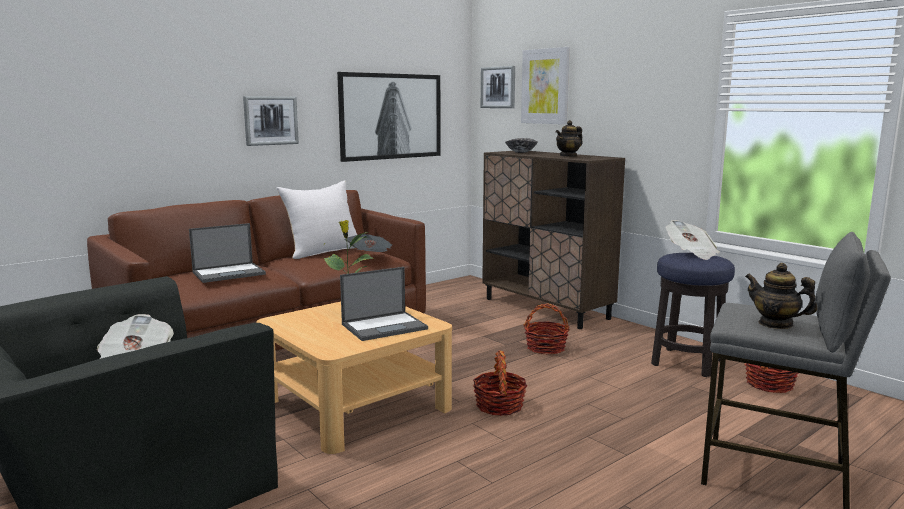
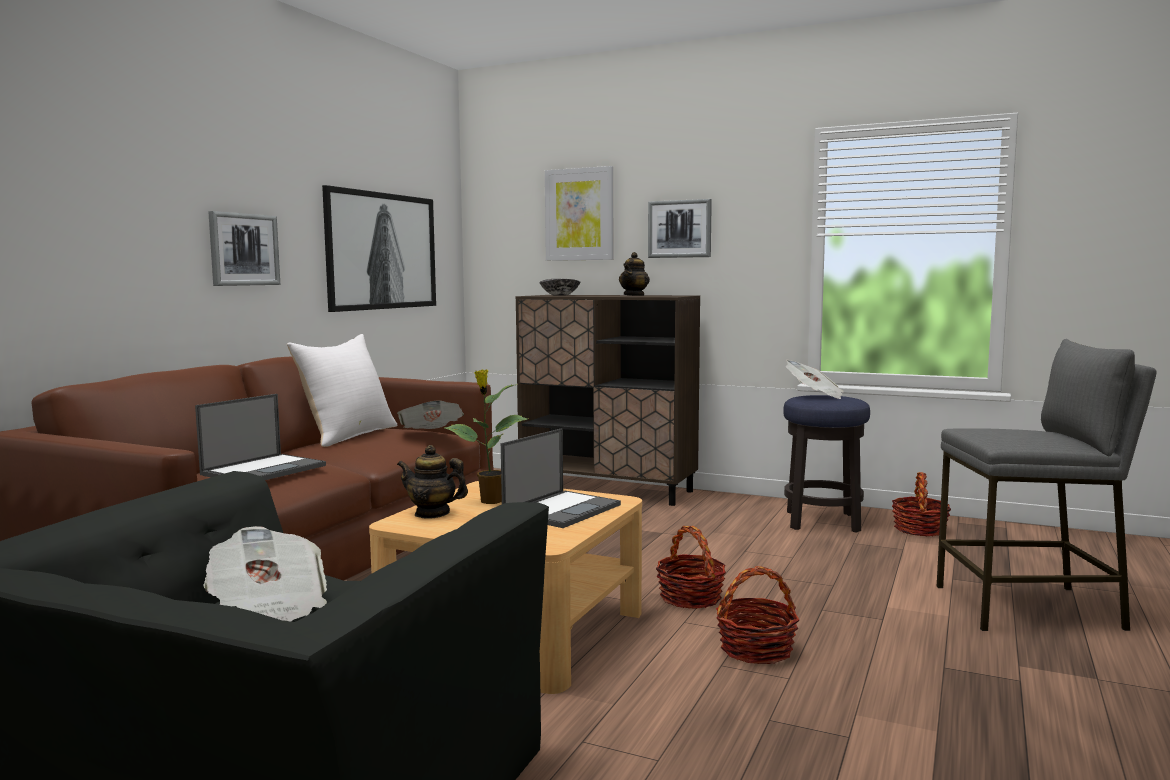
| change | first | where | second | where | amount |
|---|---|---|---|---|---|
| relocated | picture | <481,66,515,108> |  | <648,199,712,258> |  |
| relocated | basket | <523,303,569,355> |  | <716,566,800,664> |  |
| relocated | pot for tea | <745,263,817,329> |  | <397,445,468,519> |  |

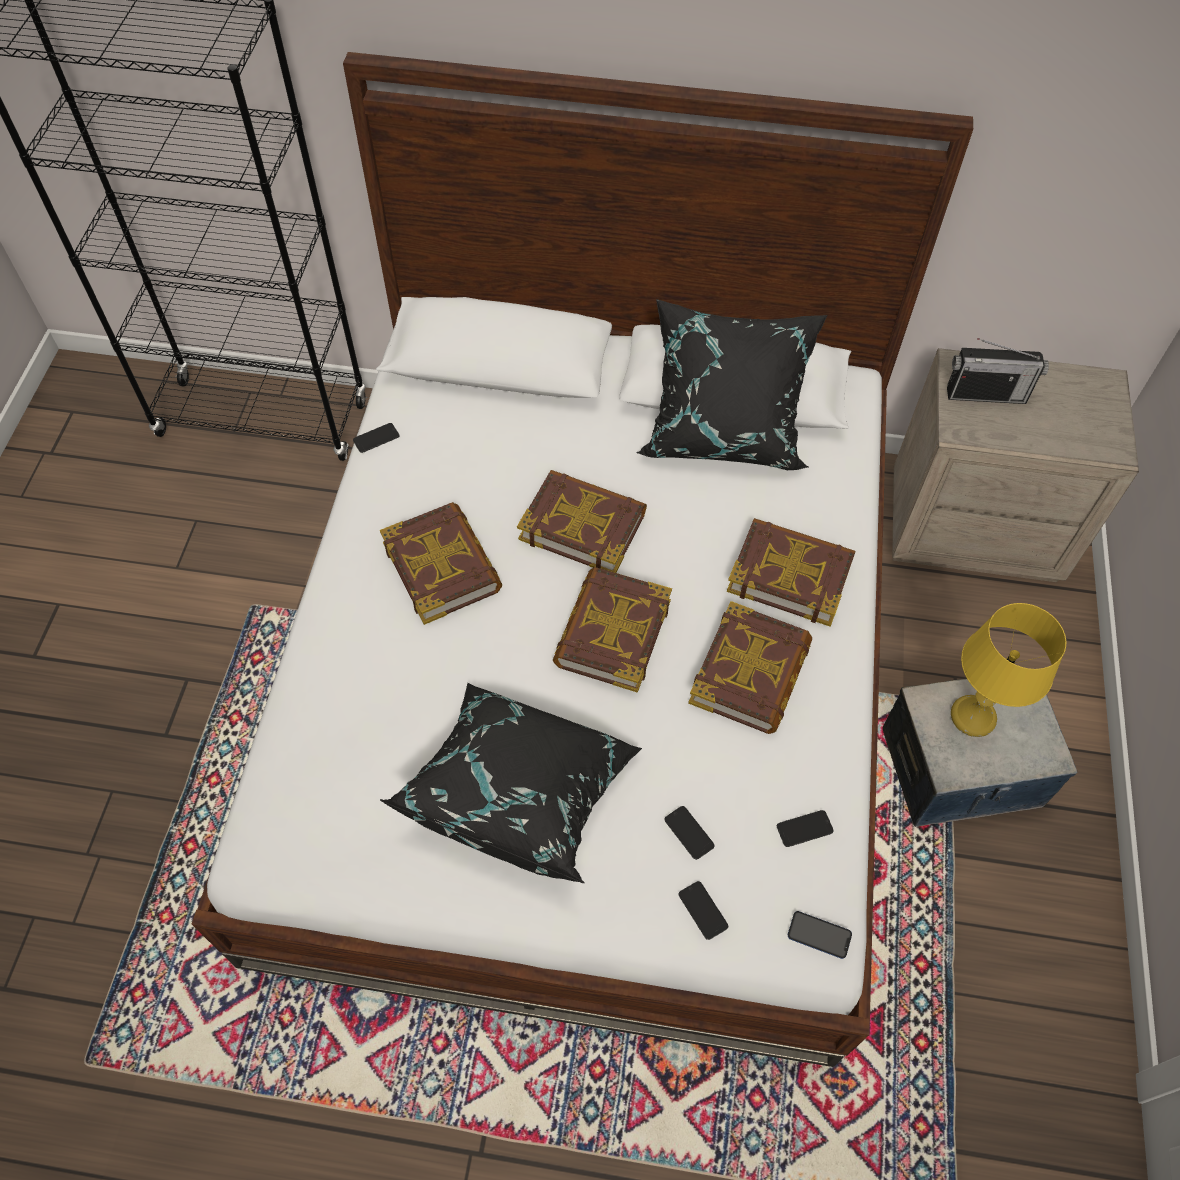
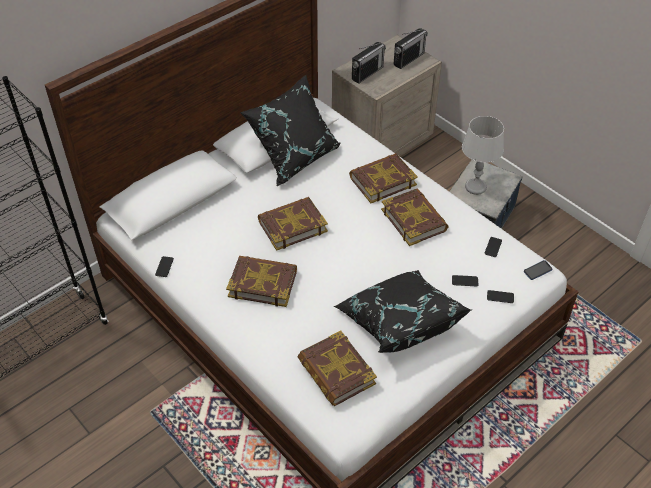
| change | first | where | second | where | amount |
|---|---|---|---|---|---|
| relocated | bound book | <553,567,672,693> |  | <298,330,377,406> |  |
| colour | yellow-coloured lamp for a table | <951,603,1066,737> | grey lamp for a table | <462,116,504,195> |  |
| appeared |  |  | radio | <394,28,428,69> |  |

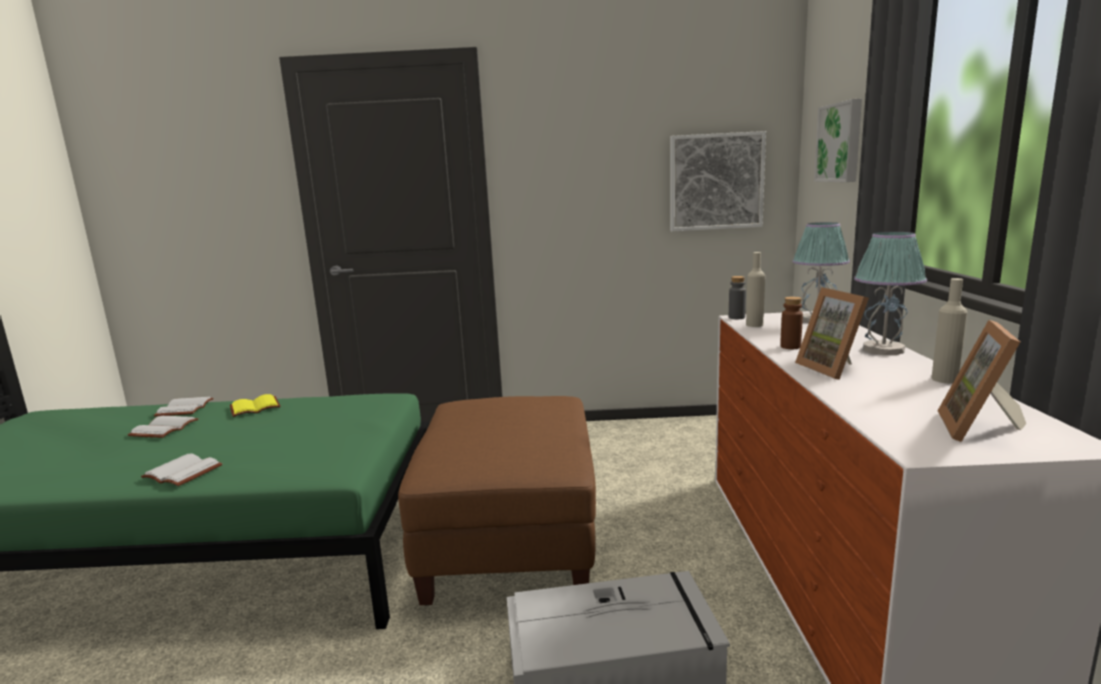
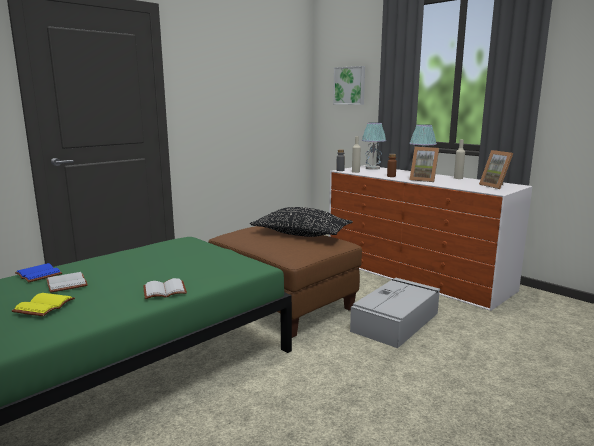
| change | first | where | second | where | amount |
|---|---|---|---|---|---|
| colour | white-coloured bound book | <154,397,213,417> | blue bound book | <15,263,62,283> |  |
| relocated | yellow-coloured bound book | <230,394,280,417> |  | <12,293,75,316> |  |
| missing | picture | <670,131,766,231> |  |  |  |
| appeared |  |  | black-coloured pillow | <250,207,353,237> |  |

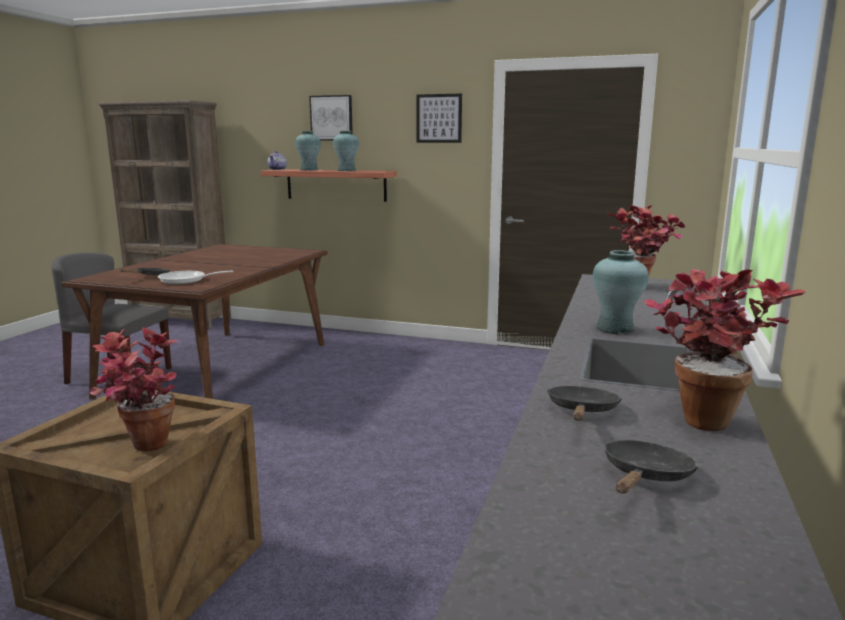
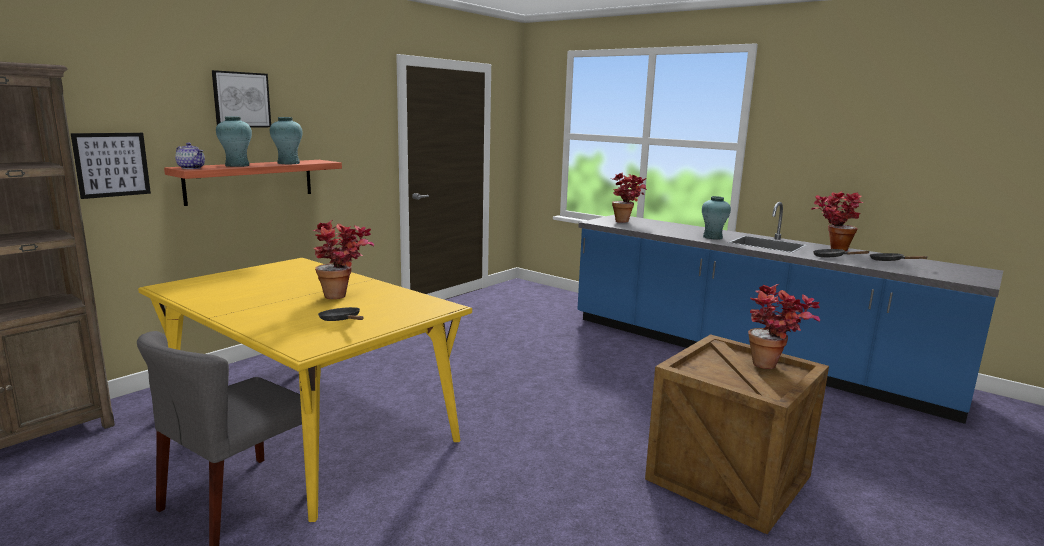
| change | first | where | second | where | amount |
|---|---|---|---|---|---|
| colour | brown-coloured dining table | <62,244,327,399> | yellow-coloured dining table | <138,258,472,522> |  |
| missing | skillet | <158,270,233,284> |  |  |  |
| relocated | picture | <416,93,462,143> |  | <71,133,151,199> |  |
| appeared |  |  | plant in a pot | <313,220,374,299> |  |

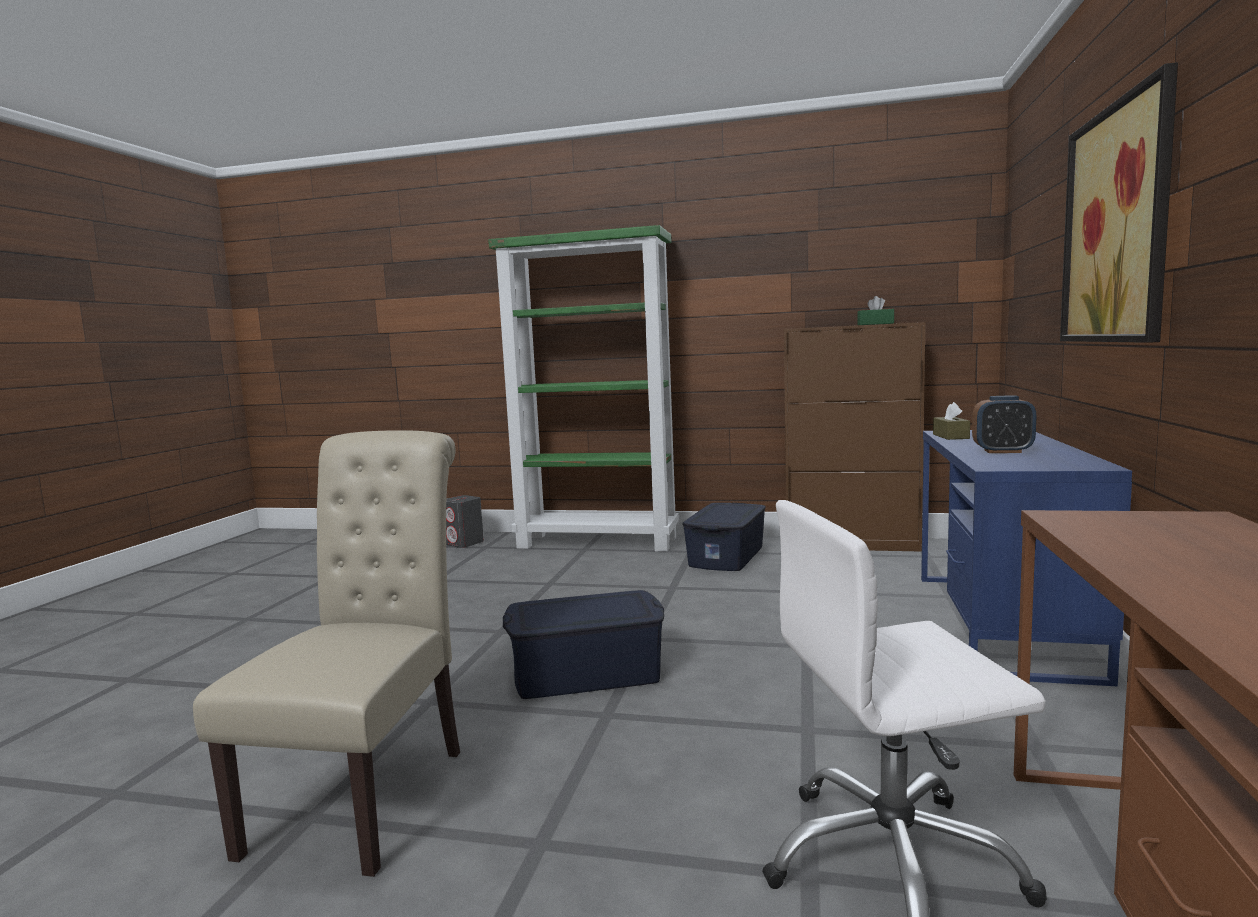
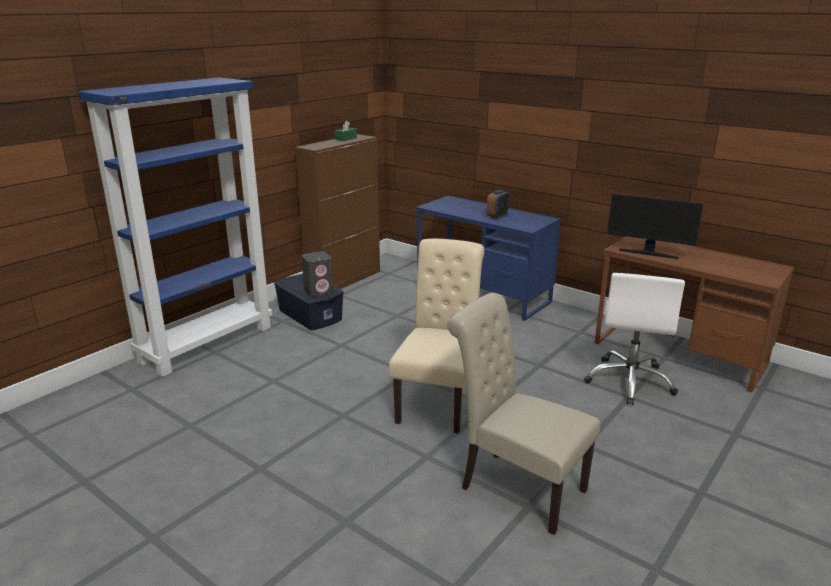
| change | first | where | second | where | amount |
|---|---|---|---|---|---|
| relocated | grey speaker | <446,495,484,548> |  | <302,251,333,297> |  |
| colour | green bookcase | <488,225,679,552> | blue bookcase | <78,77,272,377> |  |
| exchanged | blue storage box | <503,590,664,699> | sand-coloured plain chair | <389,239,484,434> |  |
| missing | brown-coloured tissue box | <933,402,970,440> |  |  |  |
| missing | picture | <1060,62,1178,343> |  |  |  |
| appeared |  |  | computer display | <607,194,703,259> |  |

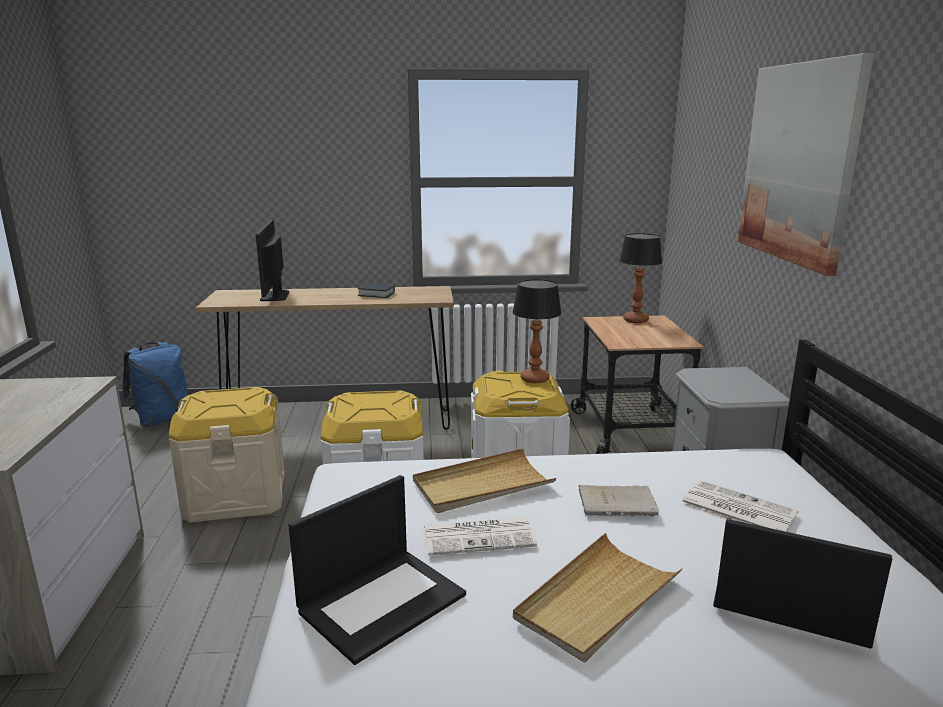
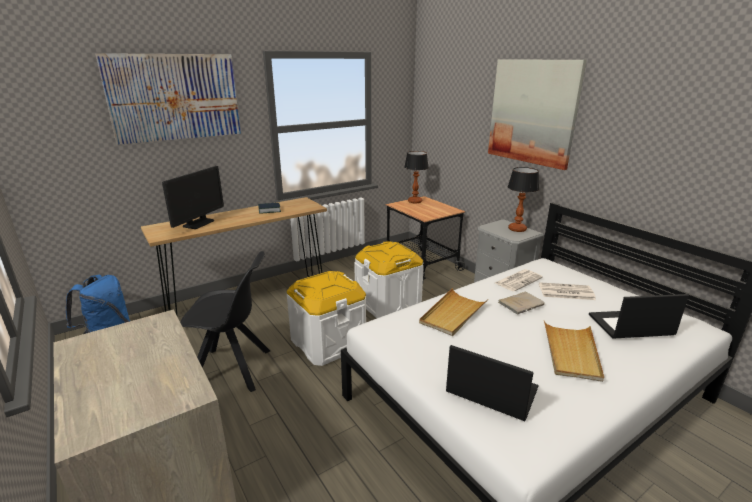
| change | first | where | second | where | amount |
|---|---|---|---|---|---|
| exchanged | sand-coloured storage box | <168,387,285,523> | black-coloured plain chair | <180,251,270,392> |  |
| spun | computer display | <256,220,289,301> |  | <162,166,224,229> | 120 degrees counterclockwise |
| spun | laptop | <288,475,466,665> |  | <446,345,539,421> | 75 degrees counterclockwise |
| relocated | printed paper | <424,517,537,556> |  | <495,269,543,291> |  |
| relocated | lamp for a table | <513,279,561,383> |  | <508,167,539,232> |  |
| appeared |  |  | picture | <95,53,241,145> |  |

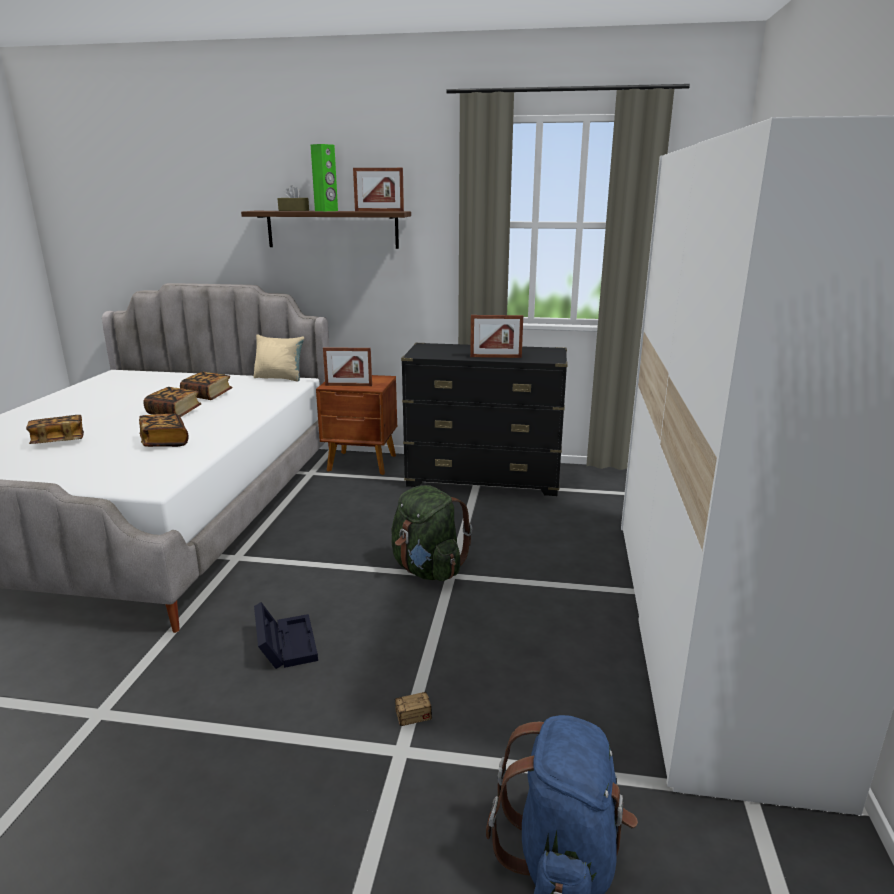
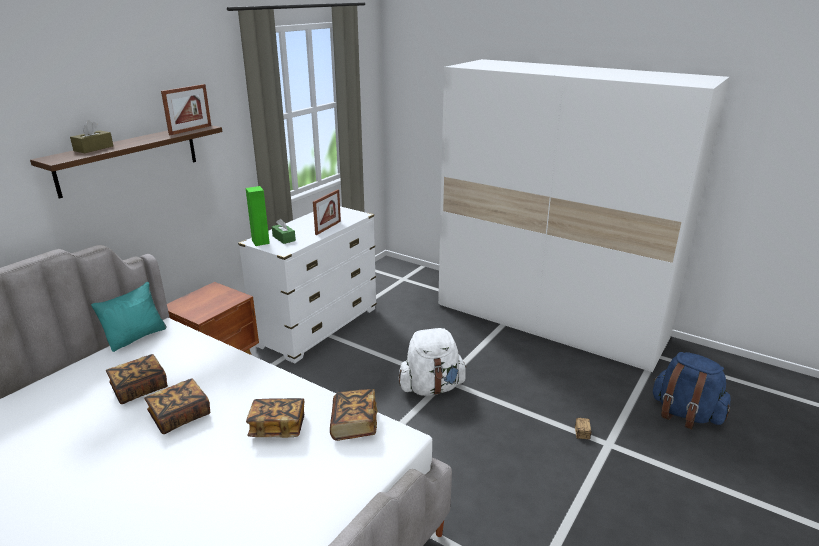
| change | first | where | second | where | amount |
|---|---|---|---|---|---|
| relocated | bound book | <26,415,84,444> |  | <330,389,378,441> |  |
| colour | sand-coloured pillow | <254,334,304,382> | blue-green pillow | <91,282,167,352> |  |
| missing | black-coloured storage box | <254,602,318,669> |  |  |  |
| relocated | green speaker | <311,144,338,211> |  | <246,186,270,246> |  |
| missing | picture frame | <323,347,372,386> |  |  |  |
| colour | green backpack | <391,485,472,581> | white-coloured backpack | <399,328,466,396> |  |
| colour | black-coloured chest of drawers | <401,343,568,496> | white-coloured chest of drawers | <238,206,377,364> |  |
| appeared |  |  | green tissue box | <272,219,296,244> |  |

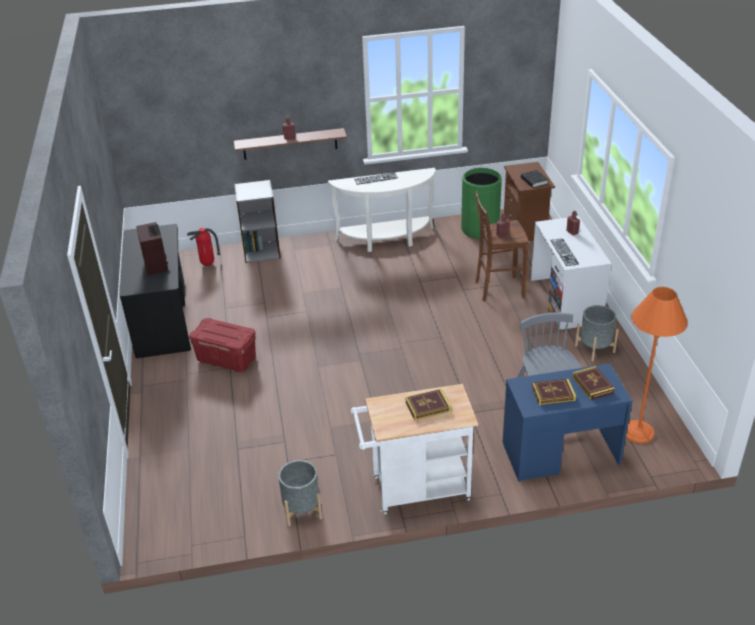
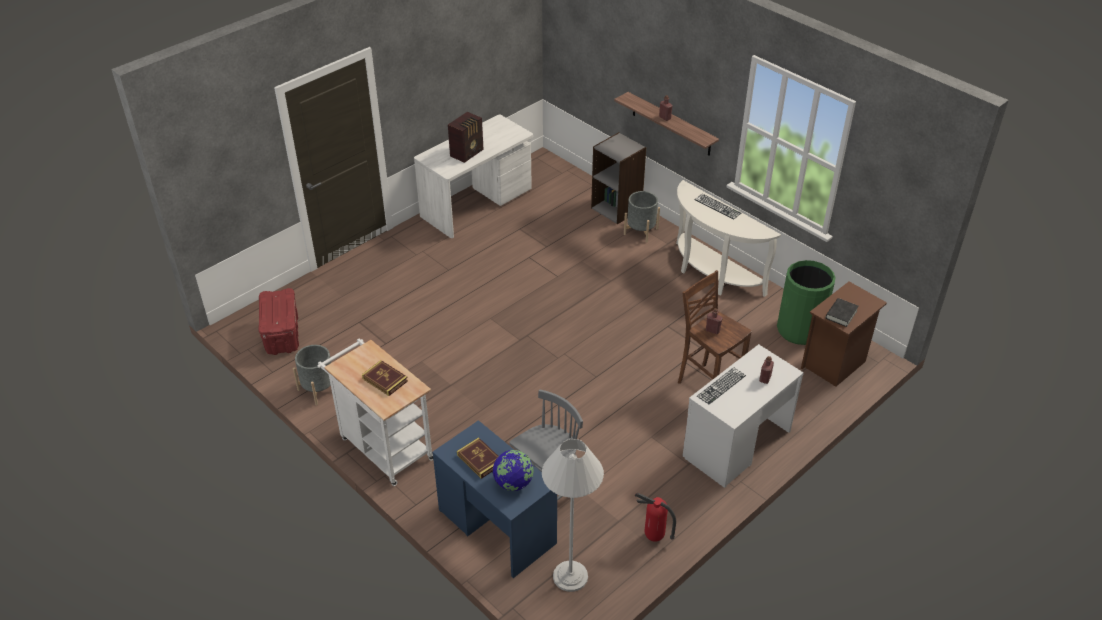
| change | first | where | second | where | amount |
|---|---|---|---|---|---|
| colour | black-coloured desk unit | <120,224,191,358> | white-coloured desk unit | <414,114,533,238> |  |
| relocated | fire extinguisher | <187,228,221,266> |  | <634,493,676,542> |  |
| relocated | reddish storage box | <189,318,256,372> |  | <258,288,299,355> |  |
| exchanged | bound book | <572,366,615,400> | world globe | <493,450,534,491> |  |
| relocated | grey flower pot | <575,305,619,361> |  | <624,191,660,243> |  |
| colour | orangey standing lamp | <626,287,688,444> | white-coloured standing lamp | <542,438,604,592> |  |

